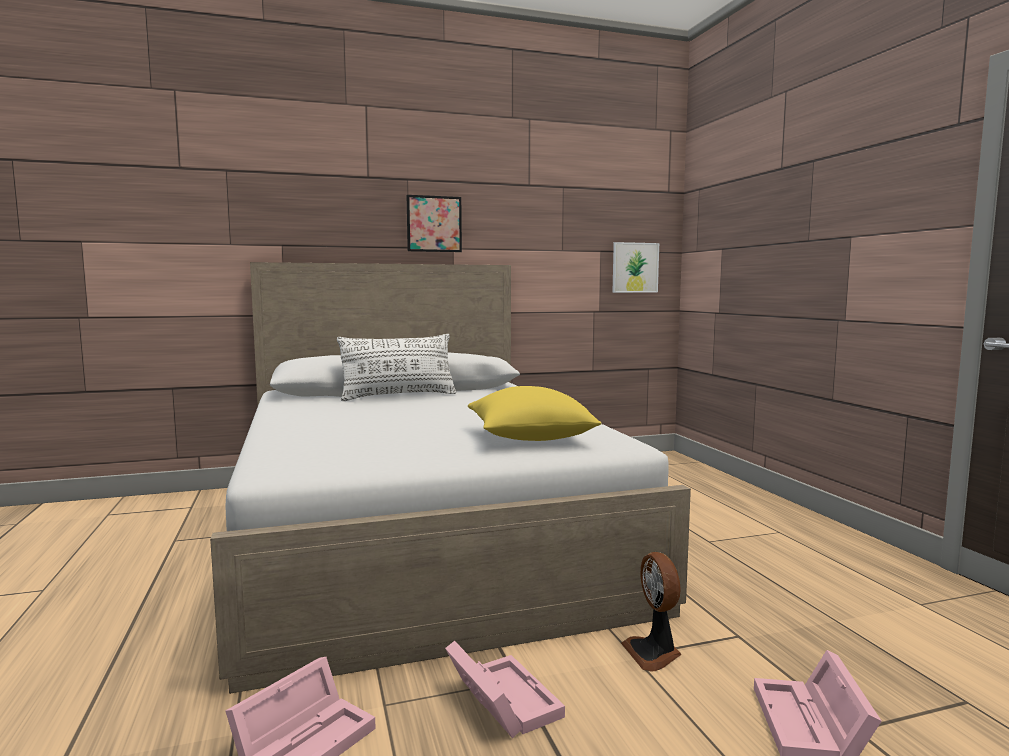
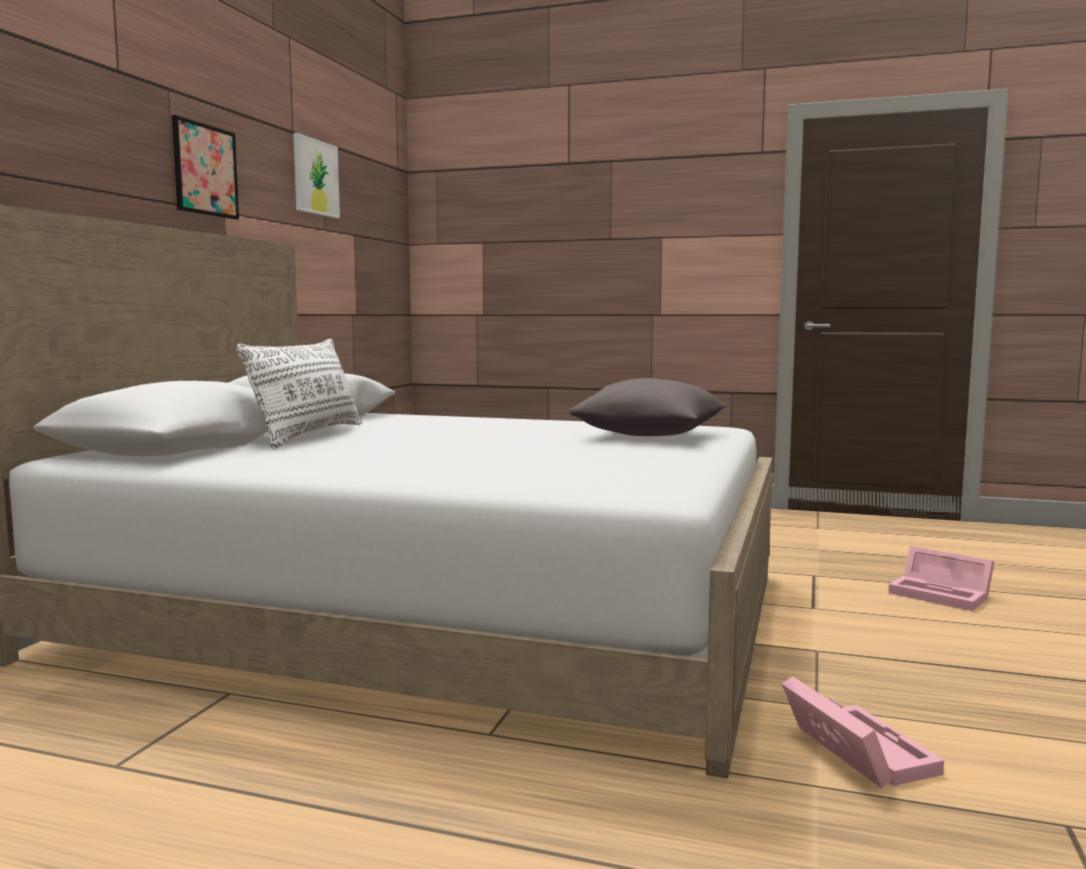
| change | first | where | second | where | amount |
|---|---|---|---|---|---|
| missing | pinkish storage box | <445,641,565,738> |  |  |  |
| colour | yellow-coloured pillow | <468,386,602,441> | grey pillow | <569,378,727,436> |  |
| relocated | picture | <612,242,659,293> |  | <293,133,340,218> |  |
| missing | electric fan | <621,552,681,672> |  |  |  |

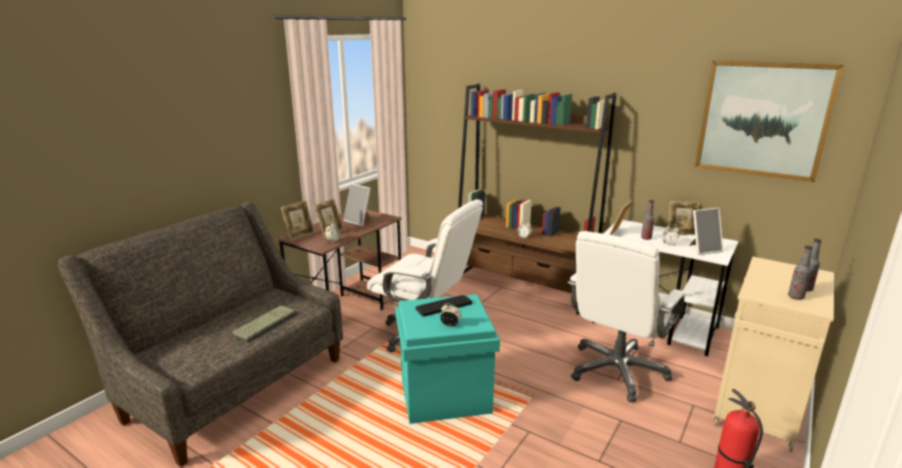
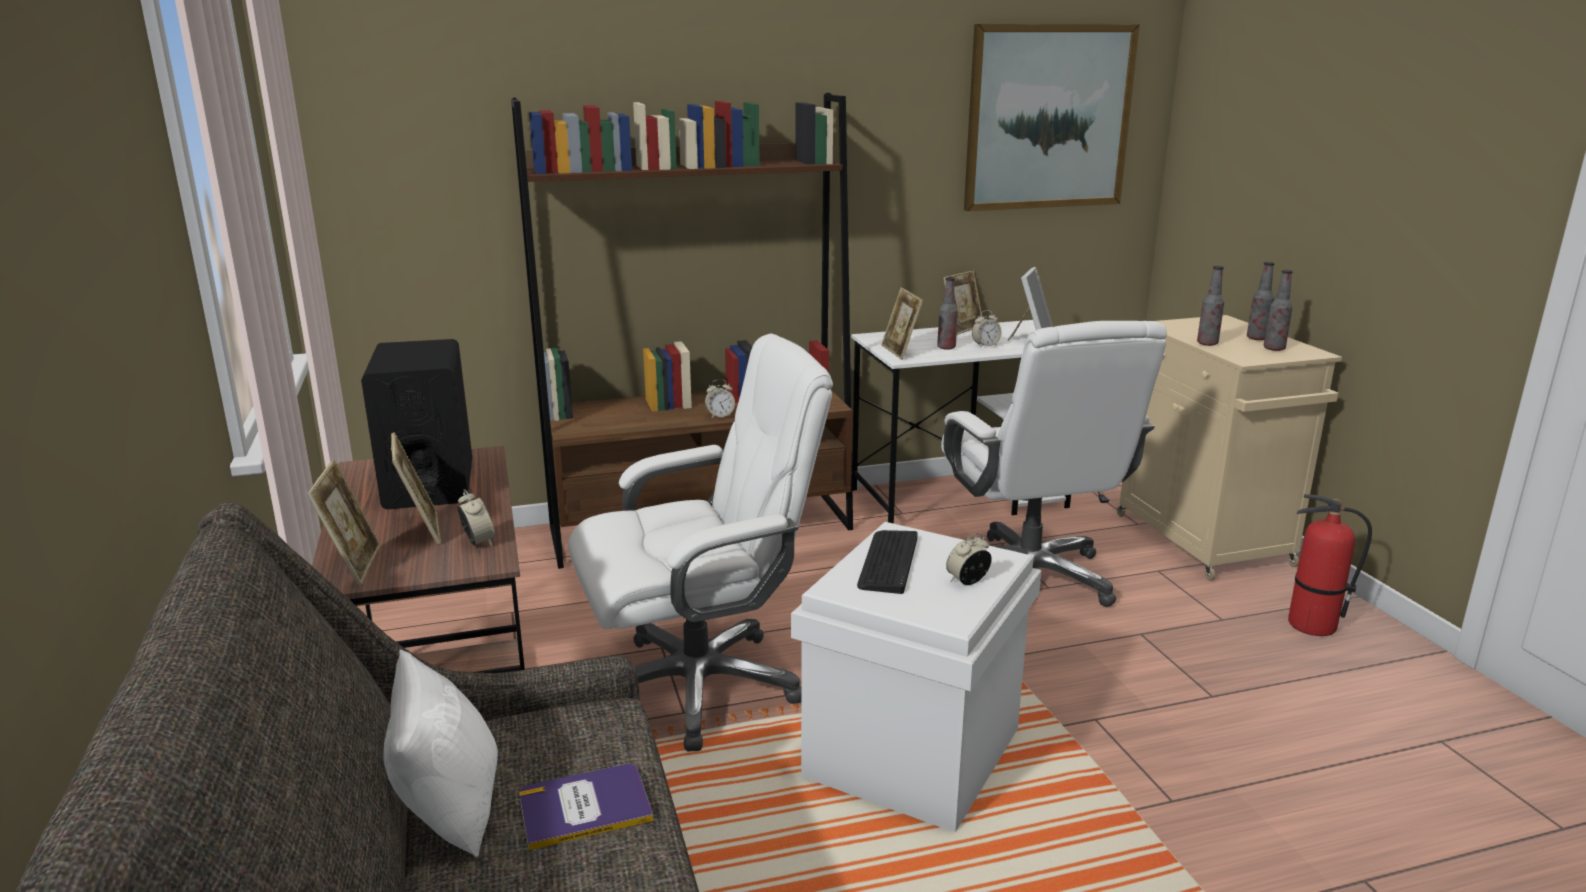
| change | first | where | second | where | amount |
|---|---|---|---|---|---|
| exchanged | PC keyboard | <231,305,298,343> | bound book | <519,764,654,850> |  |
| exchanged | picture frame | <343,183,371,226> | black-coloured speaker | <361,339,472,509> |  |
| colour | blue-green storage box | <395,294,500,424> | white-coloured storage box | <791,522,1041,833> |  |
| appeared |  |  | white-coloured pillow | <383,649,498,857> |  |
| appeared |  |  | bottle | <1197,266,1224,346> |  |

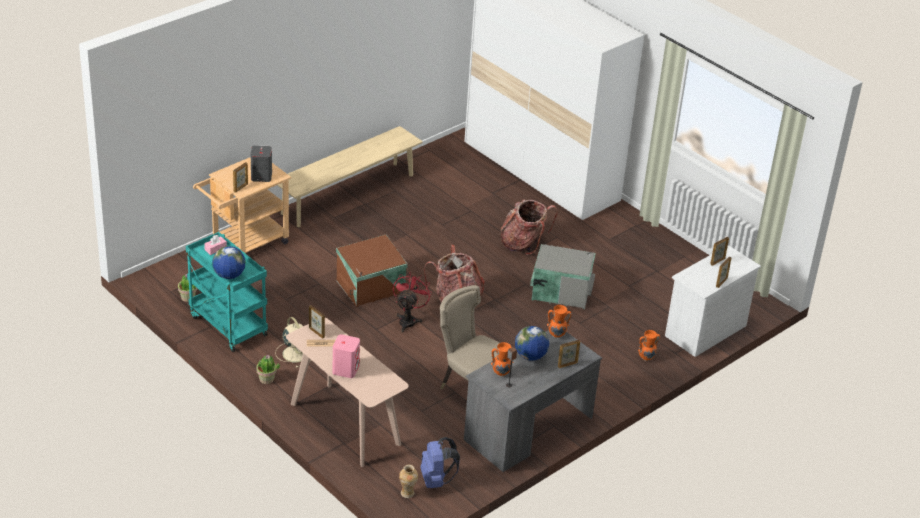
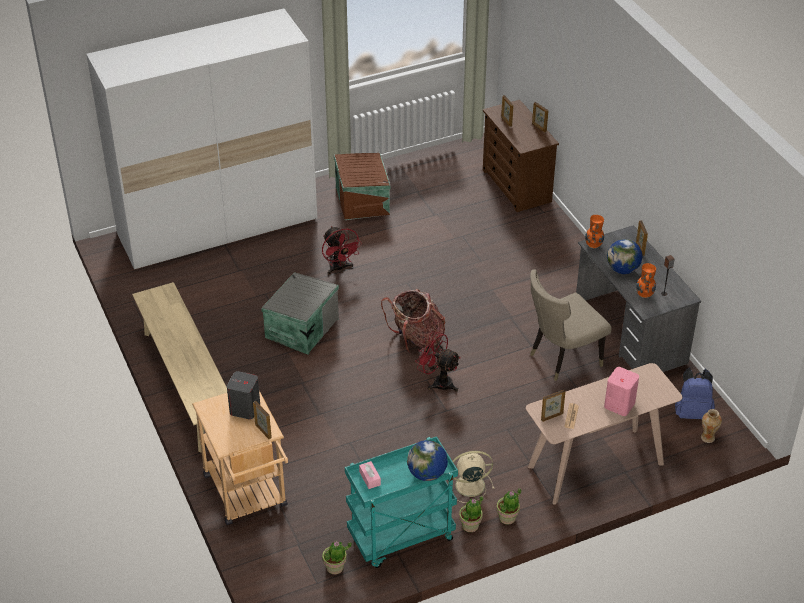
| change | first | where | second | where | amount |
|---|---|---|---|---|---|
| relocated | brown-coloured storage box | <336,235,408,307> |  | <334,153,391,220> |  |
| exchanged | backpack | <500,199,558,255> | reddish electric fan | <322,226,362,274> |  |
| relocated | grey storage box | <530,244,595,309> |  | <261,272,339,355> |  |
| missing | orangey flower vase | <638,330,660,361> |  |  |  |
| colour | white-coloured chest of drawers | <665,245,761,357> | brown-coloured chest of drawers | <483,100,559,212> |  |
| appeared |  |  | plant in a pot | <459,495,483,532> |  |

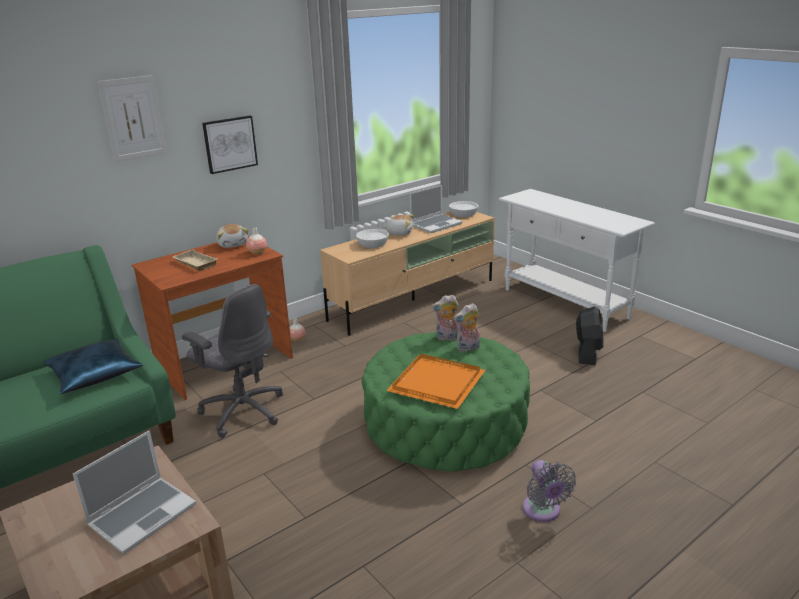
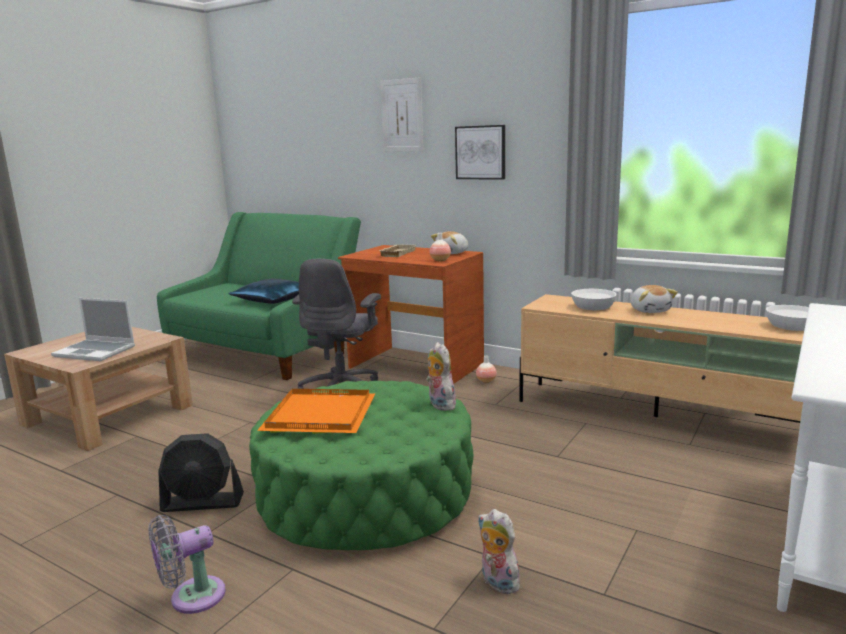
| change | first | where | second | where | amount |
|---|---|---|---|---|---|
| missing | laptop | <410,185,463,233> |  |  |  |
| relocated | plush toy | <454,303,480,352> |  | <478,509,522,594> |  |
| relocated | black-coloured electric fan | <576,306,604,365> |  | <158,433,244,512> |  |

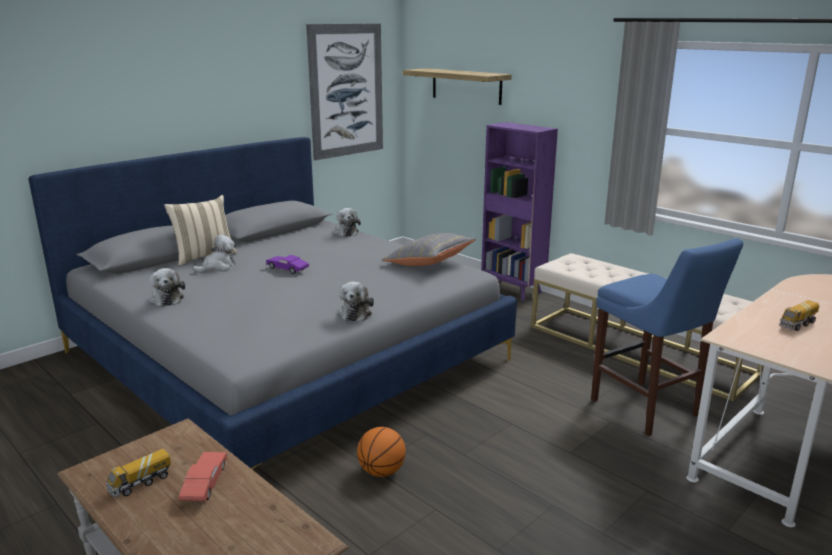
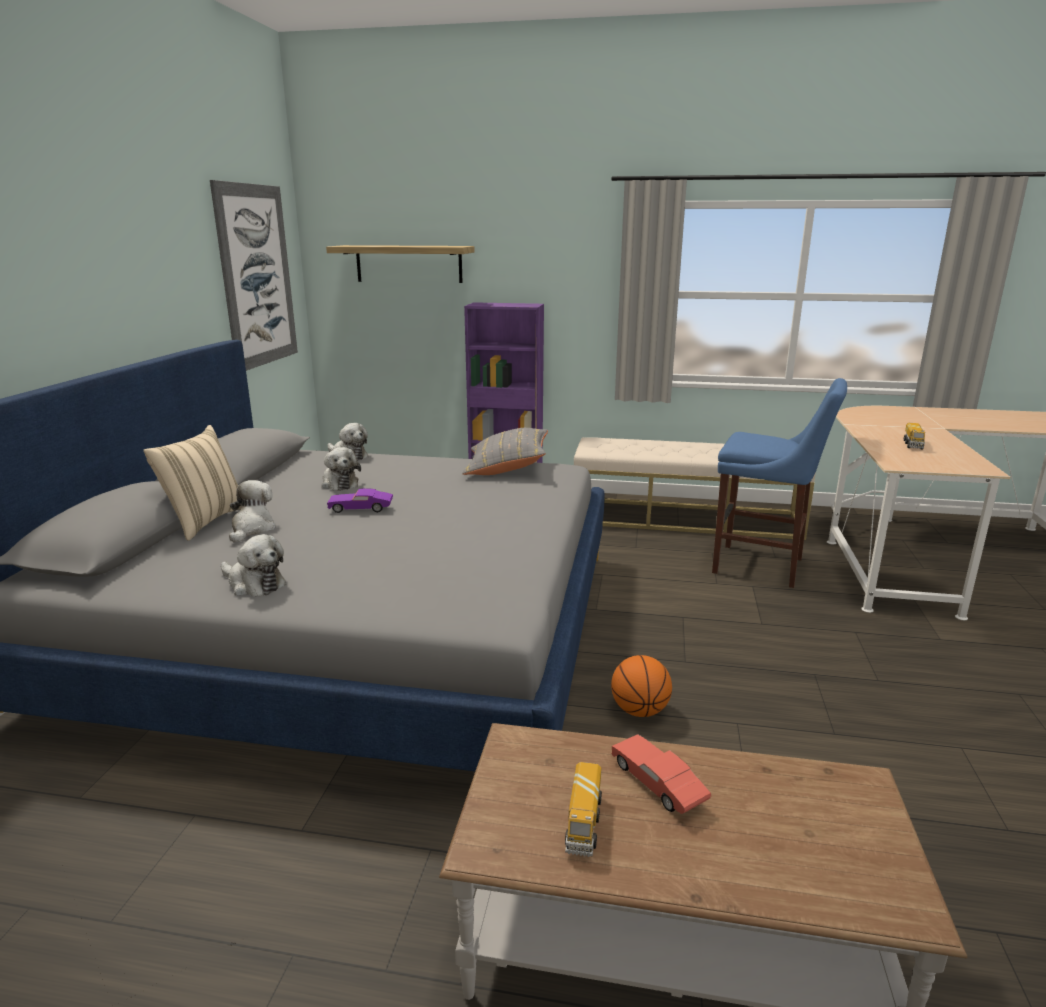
| change | first | where | second | where | amount |
|---|---|---|---|---|---|
| relocated | plush toy | <338,281,374,321> |  | <322,447,361,491> |  |

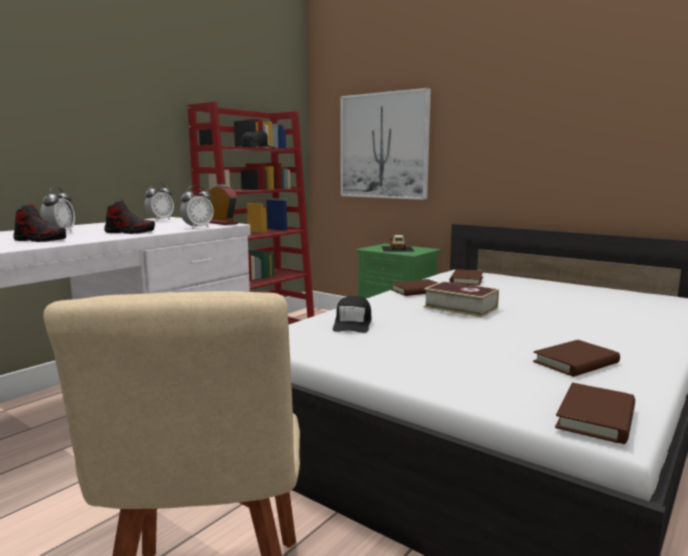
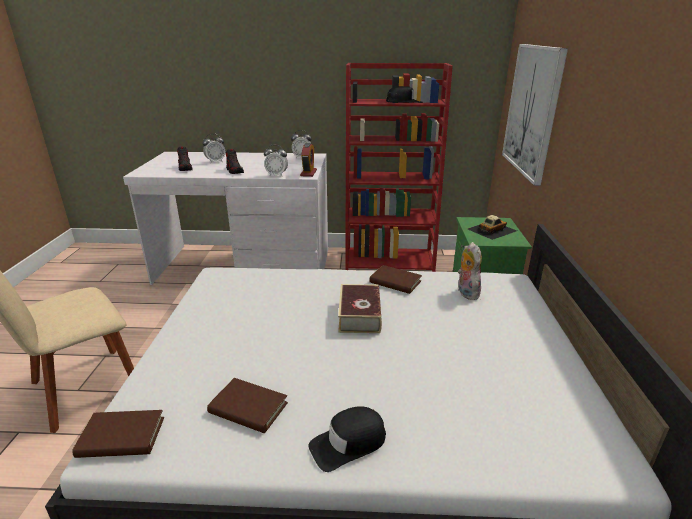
| change | first | where | second | where | amount |
|---|---|---|---|---|---|
| relocated | black-coloured cap | <333,296,372,333> |  | <308,406,386,472> |  |
| exchanged | brown-coloured bound book | <450,269,483,286> | plush toy | <458,242,482,300> |  |

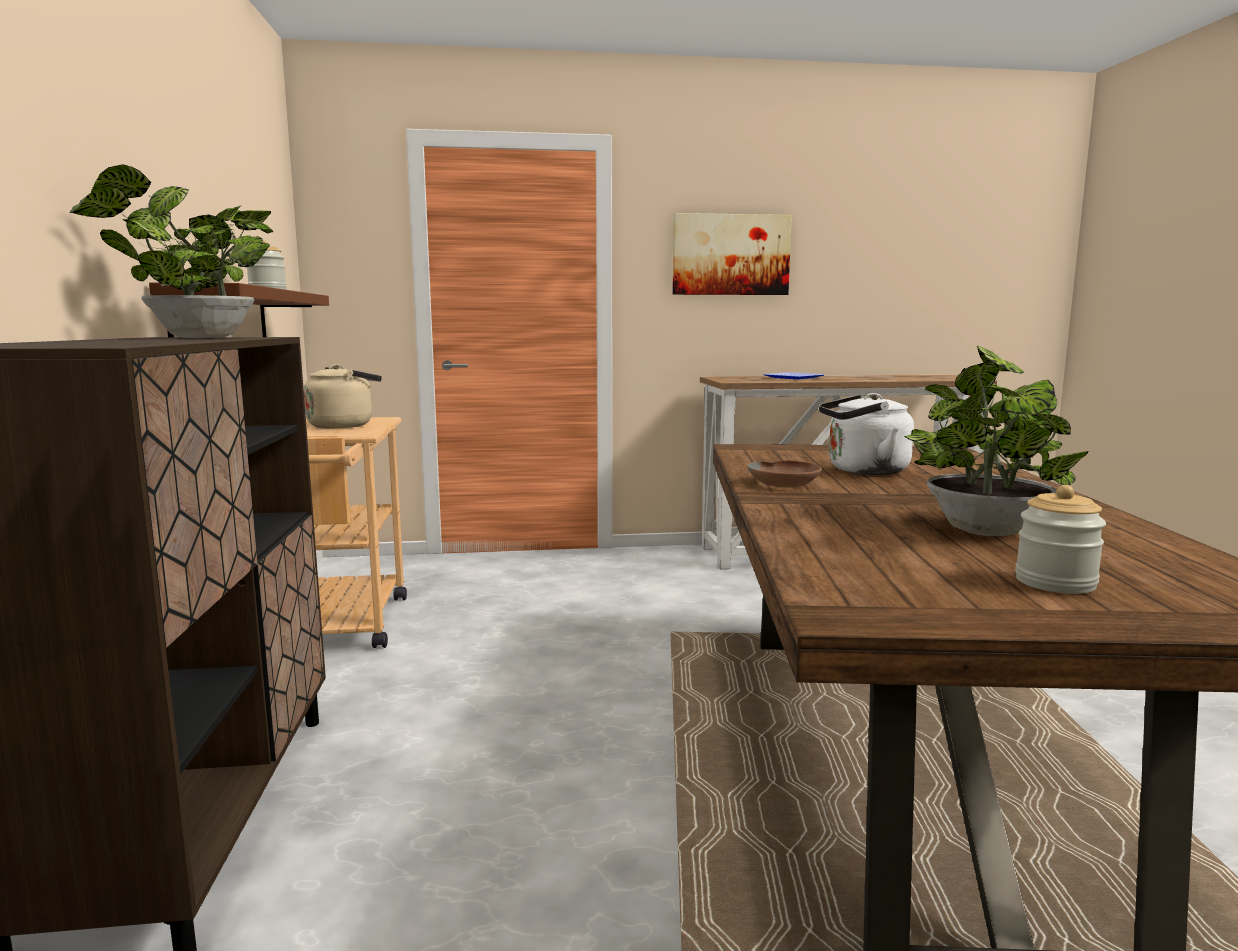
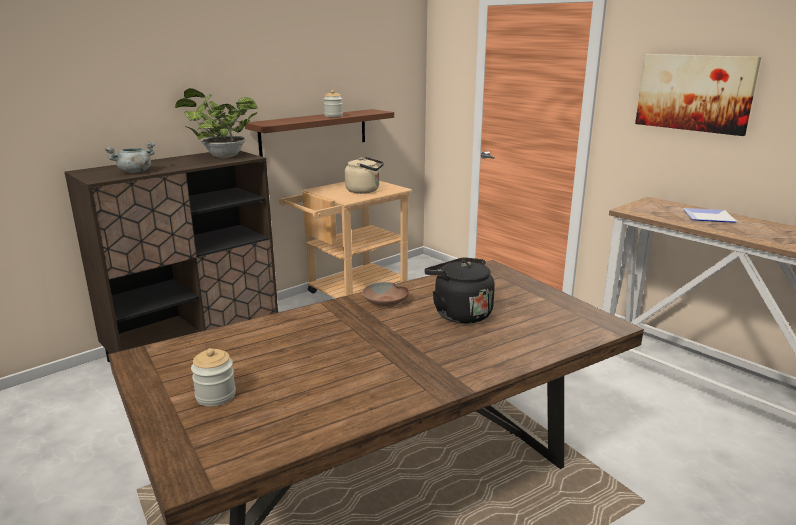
| change | first | where | second | where | amount |
|---|---|---|---|---|---|
| colour | white-coloured tea kettle | <819,393,914,475> | black-coloured tea kettle | <424,257,495,324> |  |
| missing | plant in a pot | <904,346,1088,536> |  |  |  |
| appeared |  |  | grey saucepot | <105,142,155,173> |  |

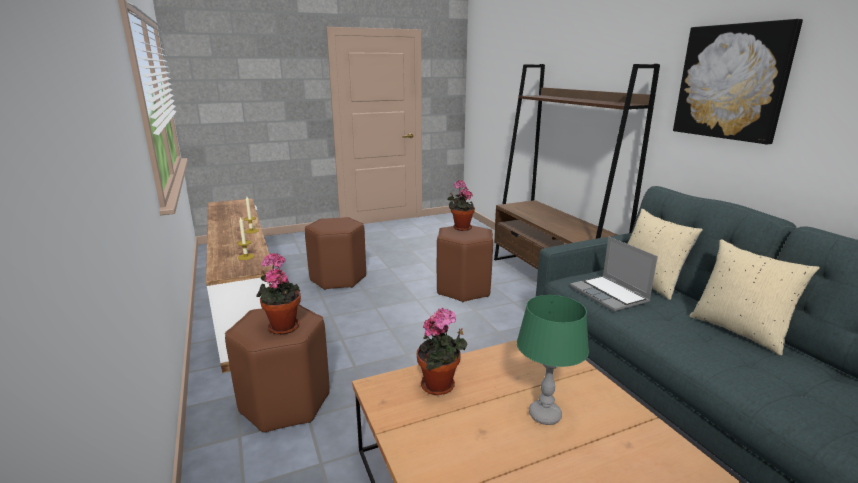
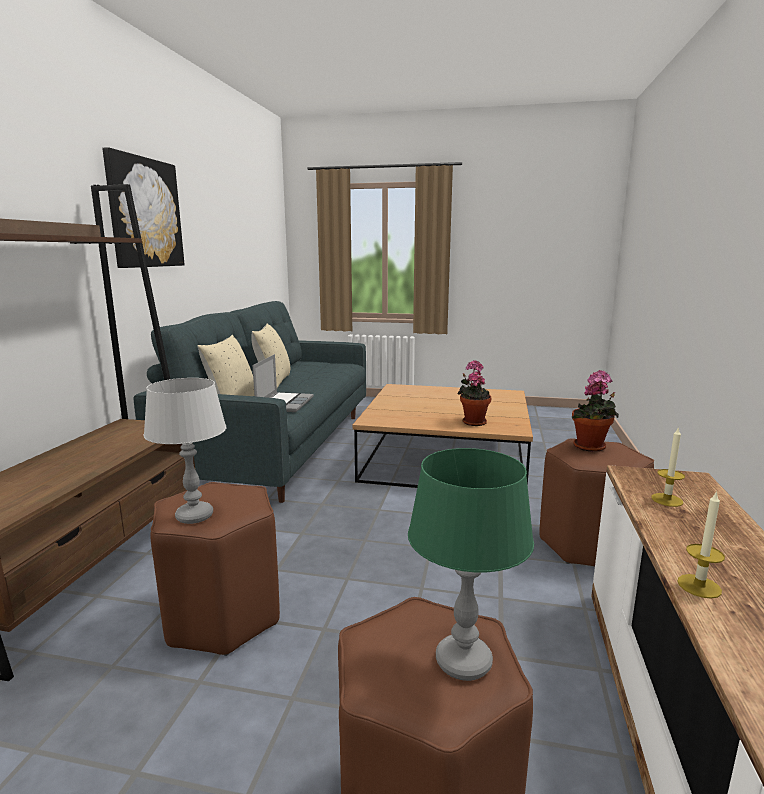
| change | first | where | second | where | amount |
|---|---|---|---|---|---|
| exchanged | plant in a pot | <448,180,475,231> | grey lamp for a table | <143,378,226,524> |  |
| relocated | green lamp for a table | <517,295,589,425> |  | <408,448,534,681> |  |

